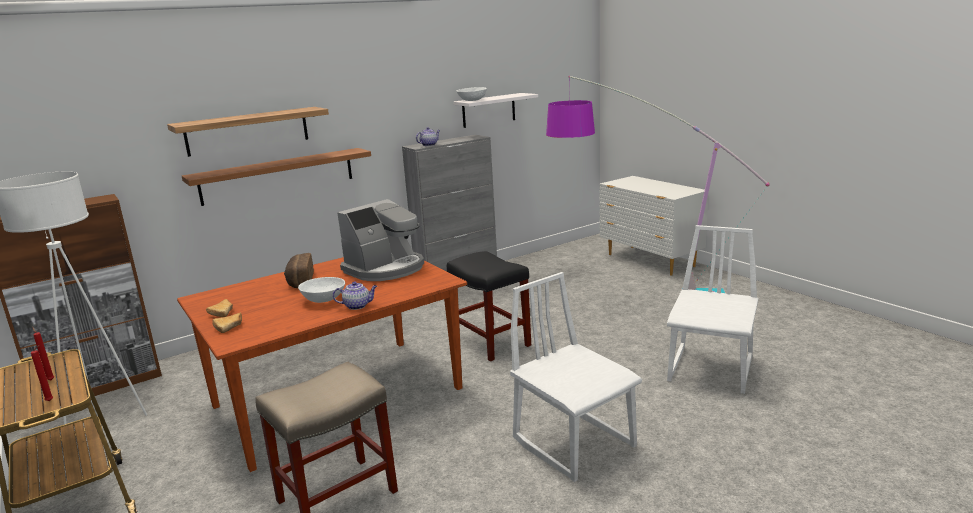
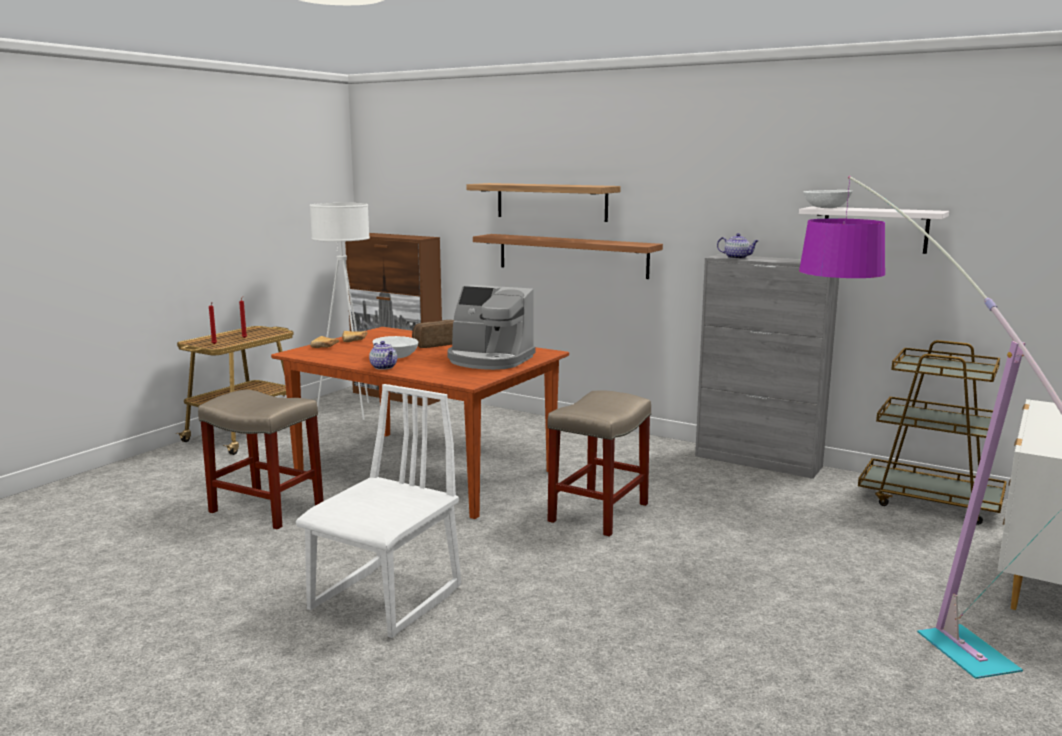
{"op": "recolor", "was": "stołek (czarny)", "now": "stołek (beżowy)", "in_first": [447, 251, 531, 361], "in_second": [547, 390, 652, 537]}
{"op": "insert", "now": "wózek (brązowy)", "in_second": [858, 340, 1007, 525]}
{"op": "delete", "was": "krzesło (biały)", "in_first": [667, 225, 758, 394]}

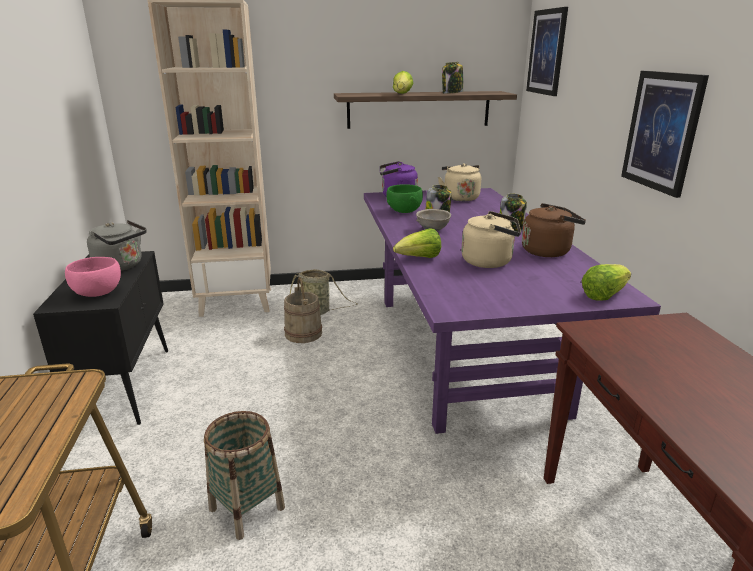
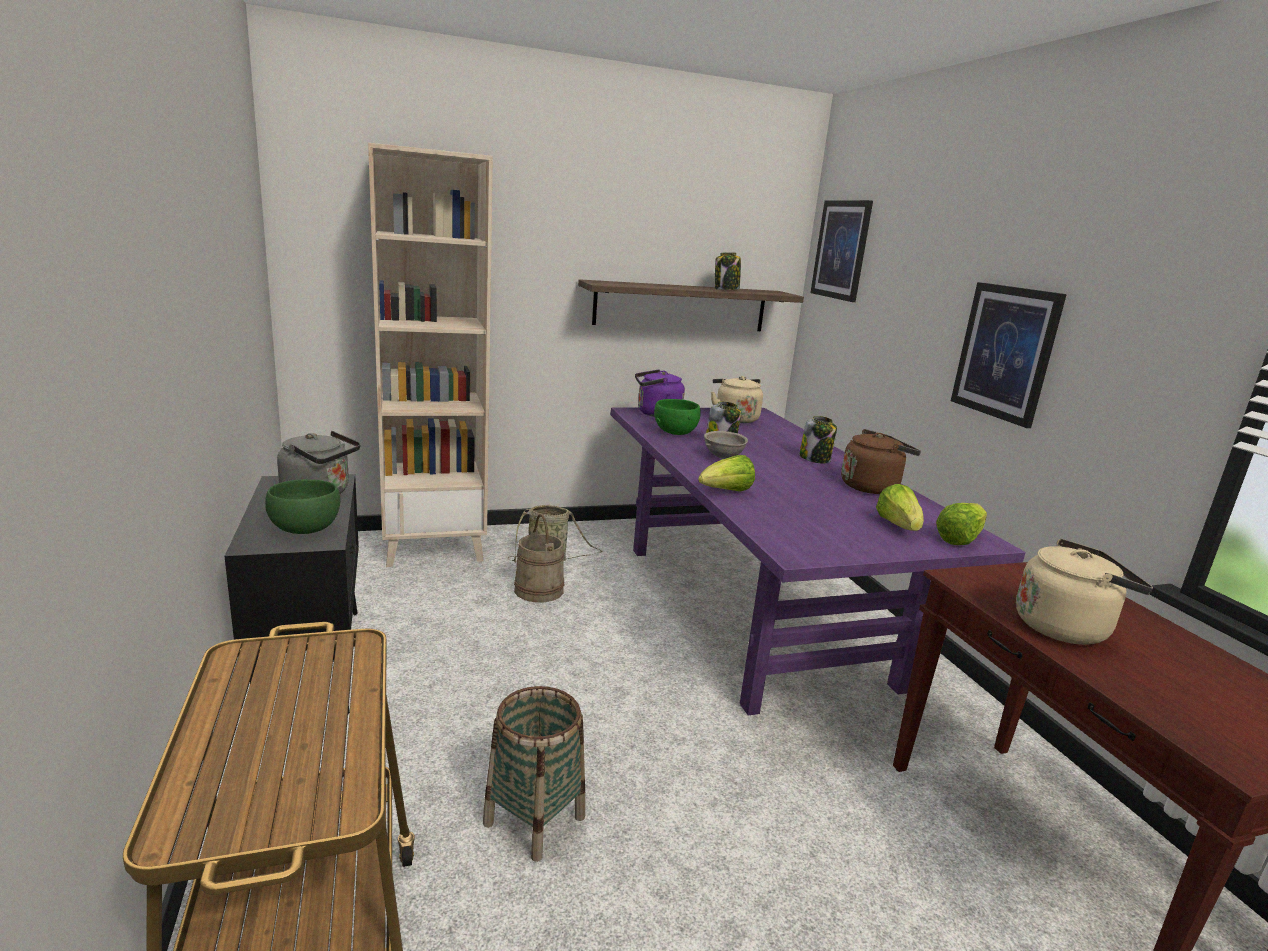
{"op": "recolor", "was": "miska (różowy)", "now": "miska (zielony)", "in_first": [65, 257, 121, 297], "in_second": [265, 479, 340, 534]}
{"op": "move", "was": "sałata", "in_first": [393, 71, 413, 94], "in_second": [876, 484, 924, 531]}
{"op": "move", "was": "czajnik (beżowy)", "in_first": [461, 211, 521, 268], "in_second": [1016, 539, 1153, 645]}

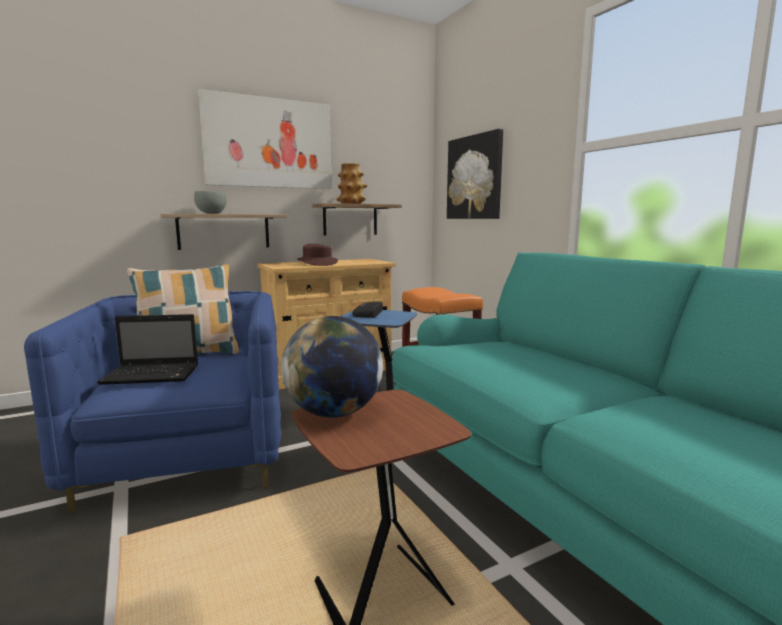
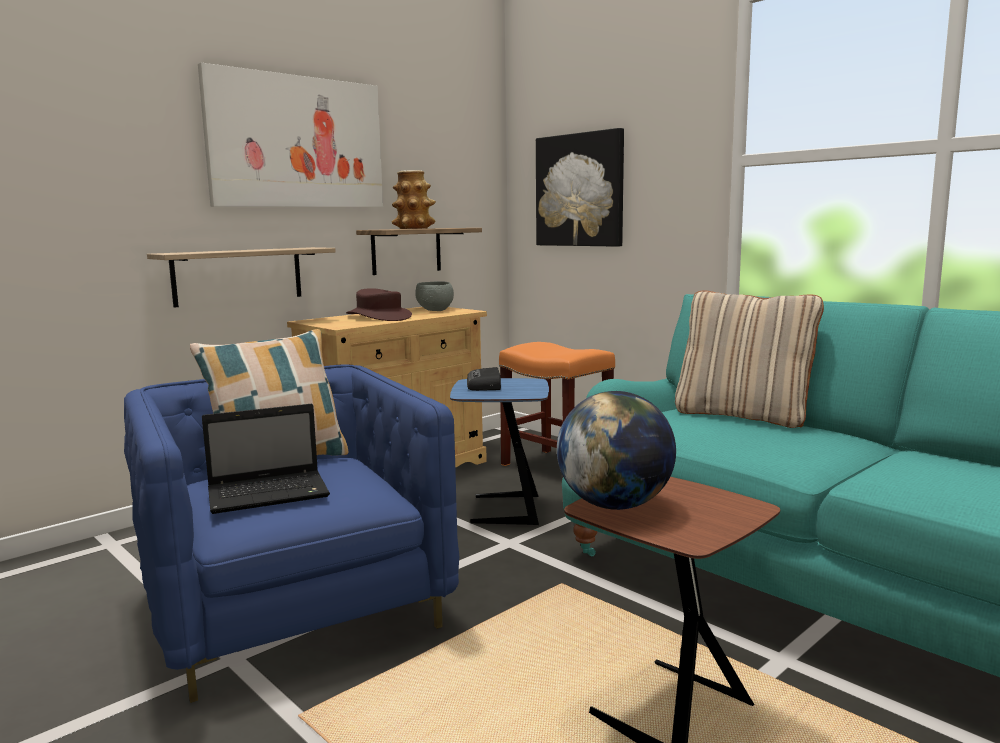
{"op": "move", "was": "miska (szary)", "in_first": [194, 191, 227, 214], "in_second": [415, 281, 454, 311]}
{"op": "insert", "now": "poduszka (beżowy)", "in_second": [675, 290, 824, 428]}

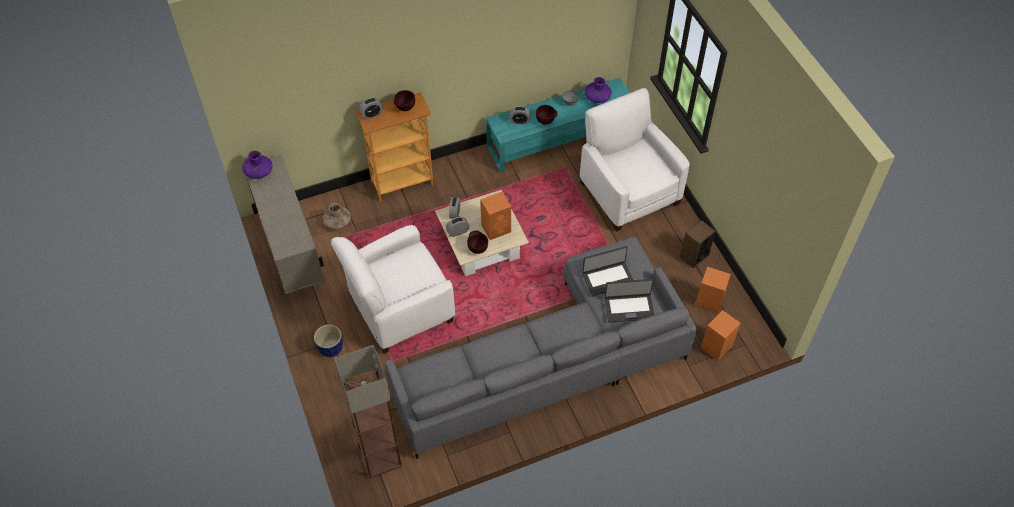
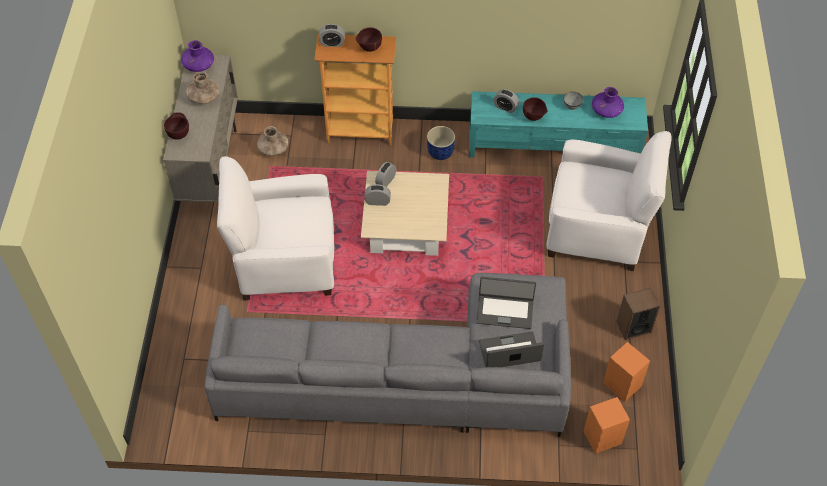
{"op": "move", "was": "miska (brązowy)", "in_first": [467, 230, 488, 254], "in_second": [164, 112, 189, 140]}
{"op": "insert", "now": "wazon (brązowy)", "in_second": [186, 72, 220, 104]}
{"op": "move", "was": "donica (niebieski)", "in_first": [314, 325, 343, 357], "in_second": [427, 126, 455, 160]}
{"op": "rotate", "was": "laptop", "in_first": [604, 279, 654, 323], "in_second": [479, 332, 544, 367], "clockwise": 150}
{"op": "rotate", "was": "fotel (biały)", "in_first": [580, 88, 690, 232], "in_second": [546, 131, 672, 271], "clockwise": 105}
{"op": "delete", "was": "lampa stojąca", "in_first": [334, 345, 403, 479]}
{"op": "delete", "was": "głośnik (pomarańczowy)", "in_first": [480, 192, 511, 240]}

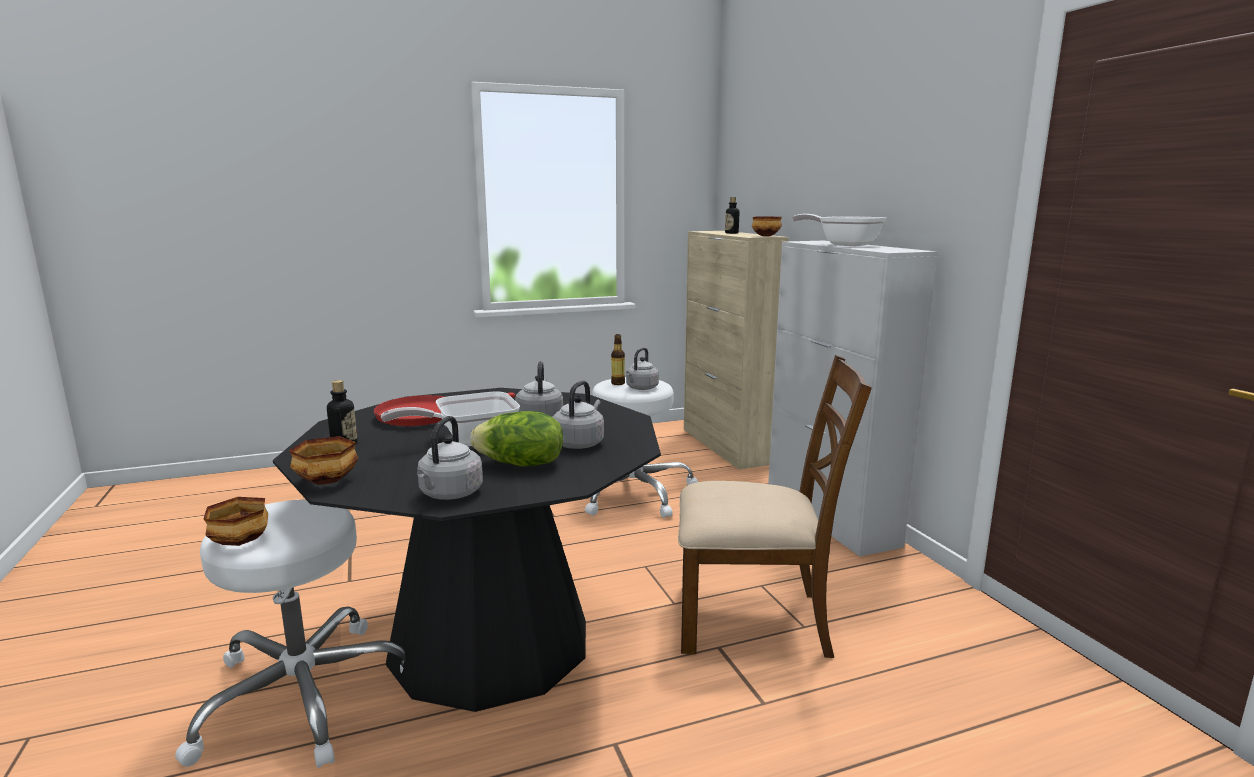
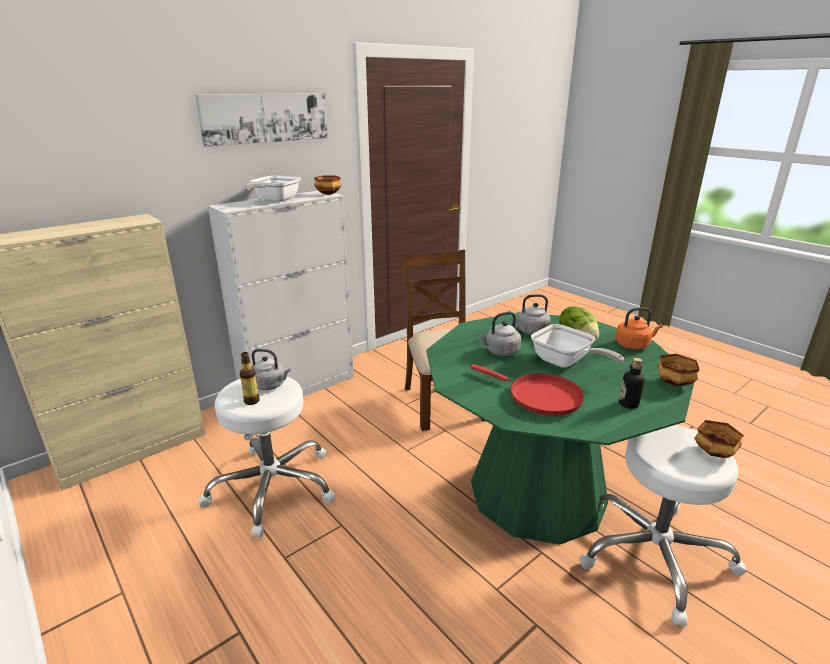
{"op": "insert", "now": "obraz", "in_second": [195, 93, 328, 147]}
{"op": "move", "was": "miska", "in_first": [752, 217, 782, 236], "in_second": [314, 176, 341, 195]}
{"op": "recolor", "was": "stół jadalny (czarny)", "now": "stół jadalny (zielony)", "in_first": [273, 388, 661, 712], "in_second": [426, 312, 694, 544]}
{"op": "recolor", "was": "czajnik (szary)", "now": "czajnik (pomarańczowy)", "in_first": [417, 416, 483, 500], "in_second": [615, 308, 663, 349]}
{"op": "delete", "was": "butelka", "in_first": [725, 197, 739, 234]}

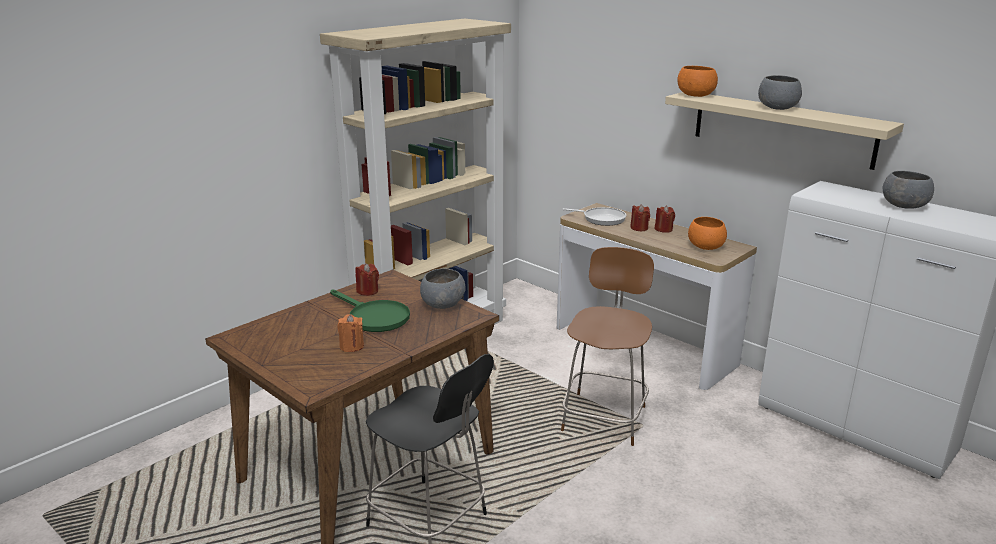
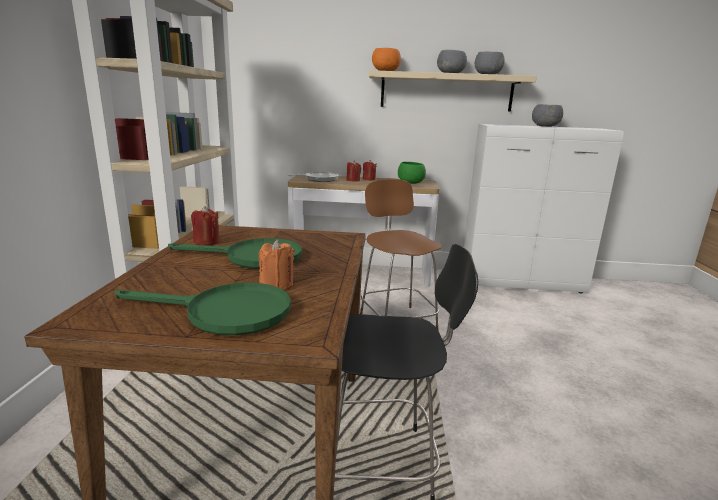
{"op": "insert", "now": "patelnia (zielony)", "in_second": [115, 283, 291, 335]}
{"op": "recolor", "was": "miska (pomarańczowy)", "now": "miska (zielony)", "in_first": [688, 217, 727, 250], "in_second": [398, 162, 426, 184]}
{"op": "move", "was": "miska (szary)", "in_first": [420, 268, 466, 309], "in_second": [475, 52, 505, 74]}

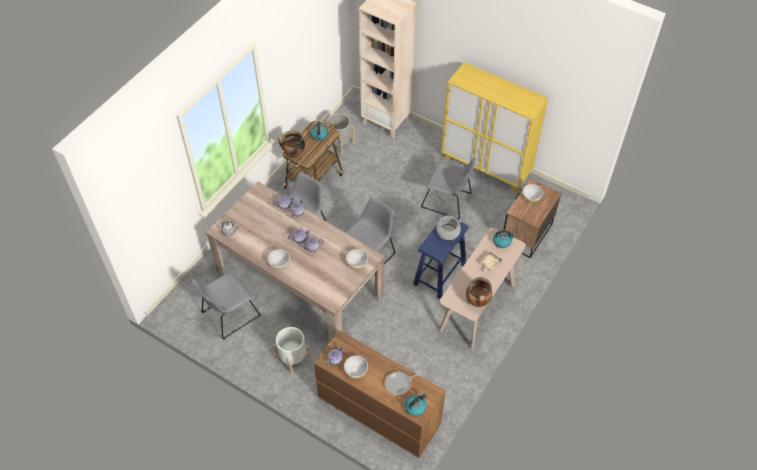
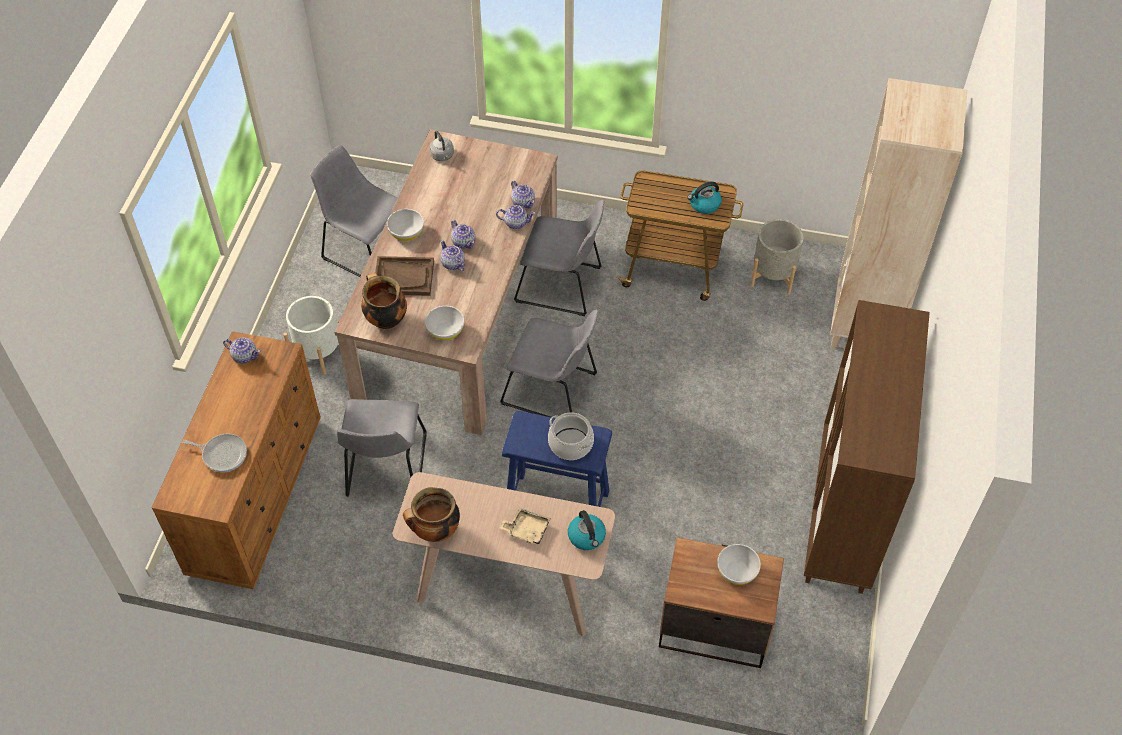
{"op": "rotate", "was": "patelnia", "in_first": [385, 371, 422, 395], "in_second": [182, 434, 247, 472], "clockwise": 150}
{"op": "move", "was": "krzesło (szary)", "in_first": [421, 157, 476, 220], "in_second": [337, 399, 427, 497]}
{"op": "move", "was": "garnek", "in_first": [278, 130, 305, 157], "in_second": [361, 273, 407, 329]}
{"op": "insert", "now": "taca (brązowy)", "in_second": [375, 256, 434, 296]}
{"op": "recolor", "was": "szafka (żółty)", "now": "szafka (brązowy)", "in_first": [441, 62, 548, 194], "in_second": [804, 300, 930, 594]}
{"op": "delete", "was": "miska (biały)", "in_first": [344, 356, 368, 378]}
{"op": "delete", "was": "czajnik", "in_first": [405, 394, 427, 417]}

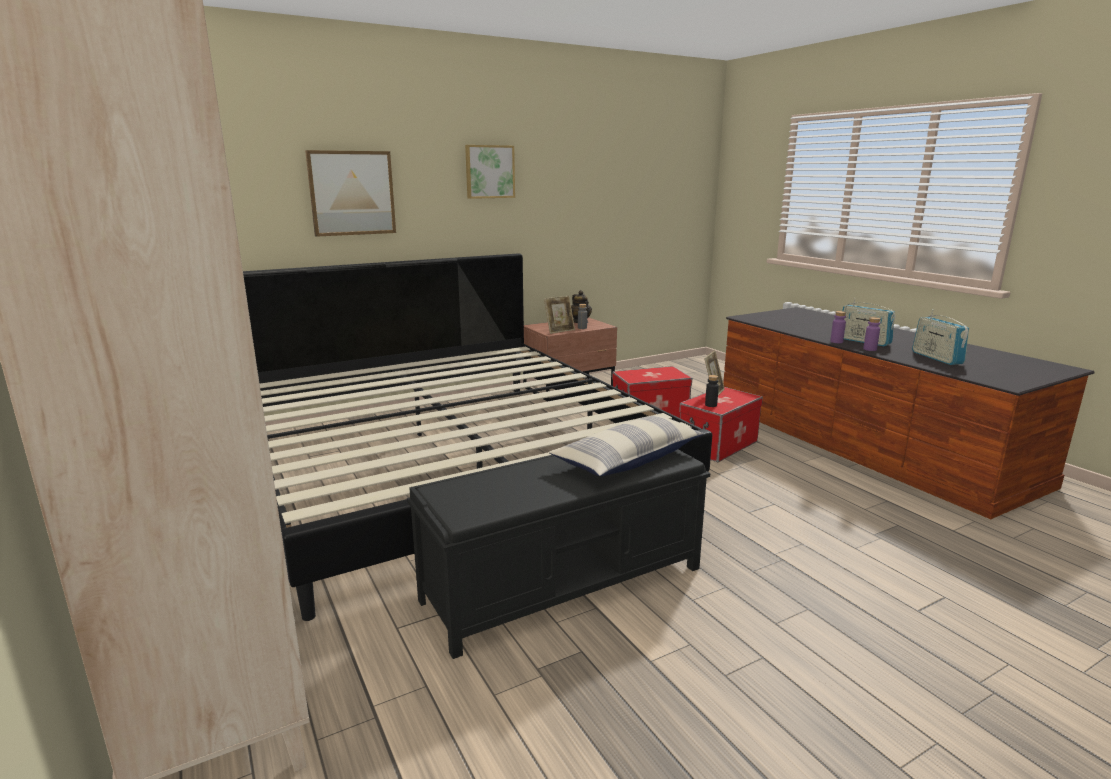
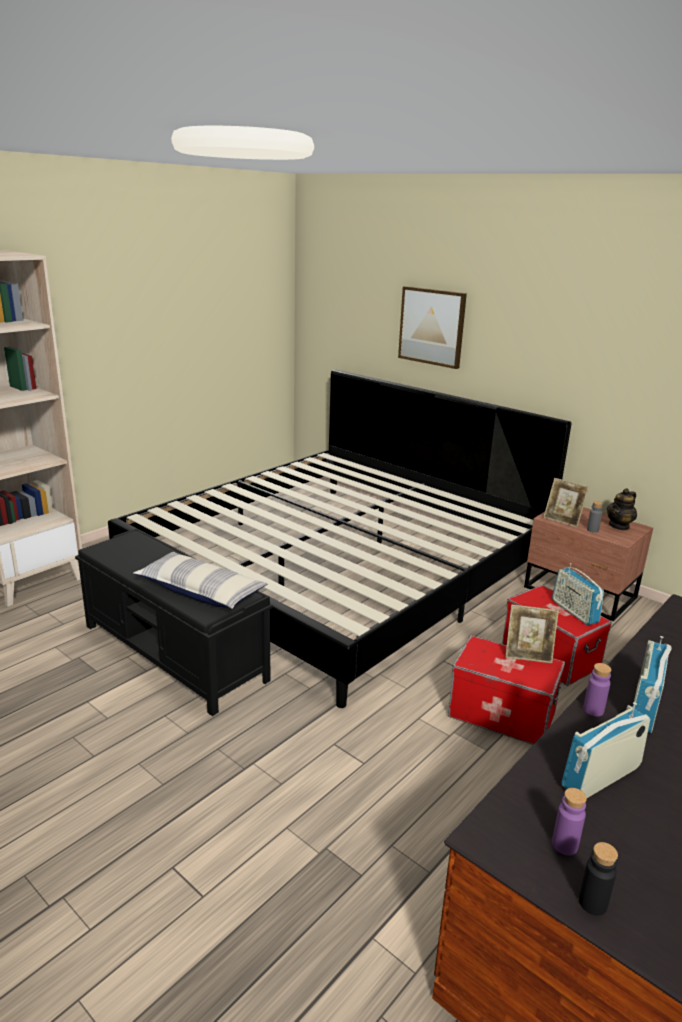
{"op": "insert", "now": "radio", "in_second": [552, 563, 604, 625]}
{"op": "move", "was": "butelka (fioletowy)", "in_first": [830, 311, 846, 343], "in_second": [552, 788, 587, 855]}
{"op": "move", "was": "butelka (czarny)", "in_first": [705, 375, 719, 407], "in_second": [579, 842, 618, 916]}
{"op": "delete", "was": "obraz", "in_first": [465, 145, 515, 199]}

